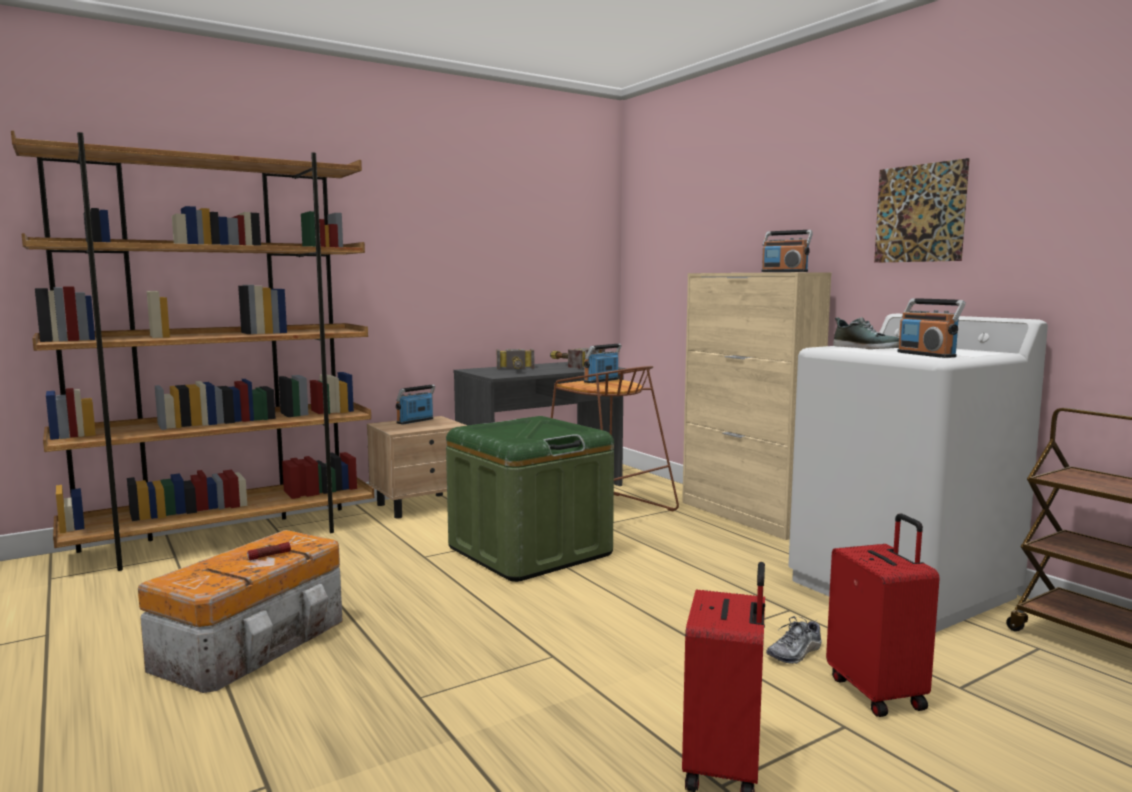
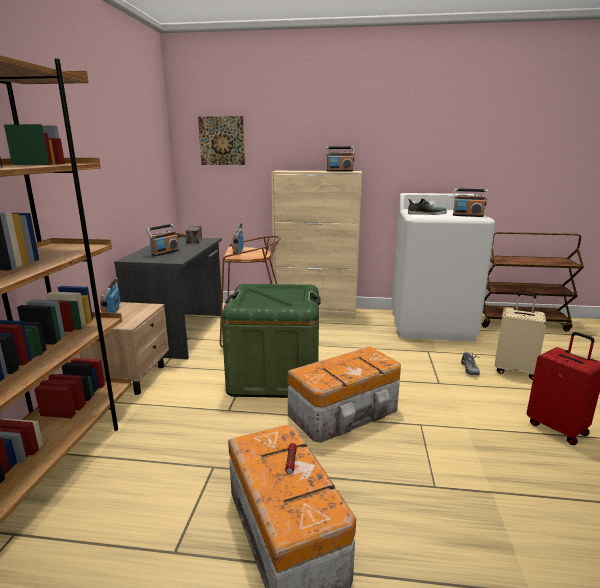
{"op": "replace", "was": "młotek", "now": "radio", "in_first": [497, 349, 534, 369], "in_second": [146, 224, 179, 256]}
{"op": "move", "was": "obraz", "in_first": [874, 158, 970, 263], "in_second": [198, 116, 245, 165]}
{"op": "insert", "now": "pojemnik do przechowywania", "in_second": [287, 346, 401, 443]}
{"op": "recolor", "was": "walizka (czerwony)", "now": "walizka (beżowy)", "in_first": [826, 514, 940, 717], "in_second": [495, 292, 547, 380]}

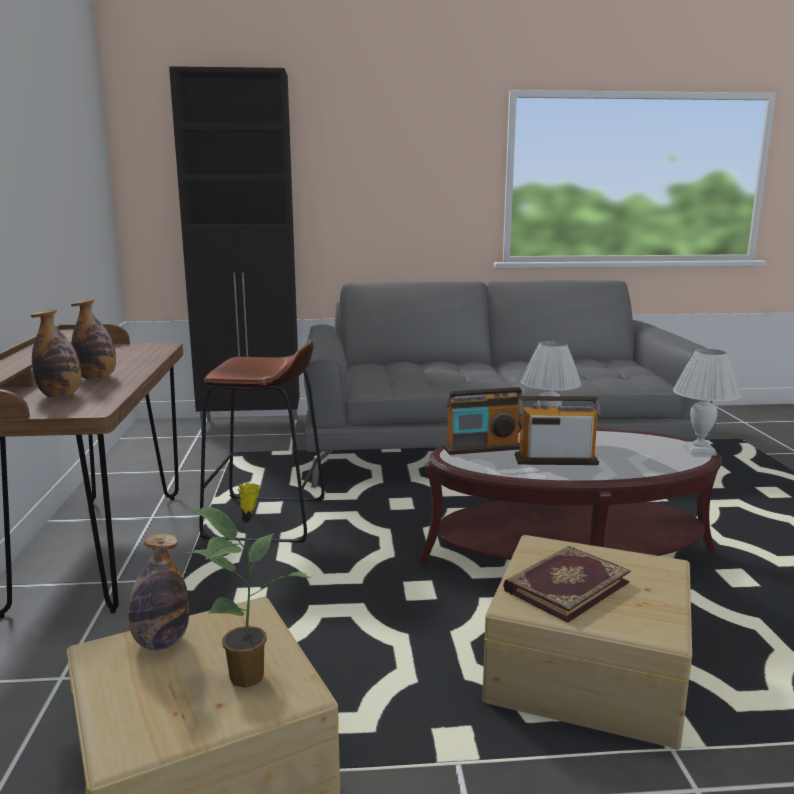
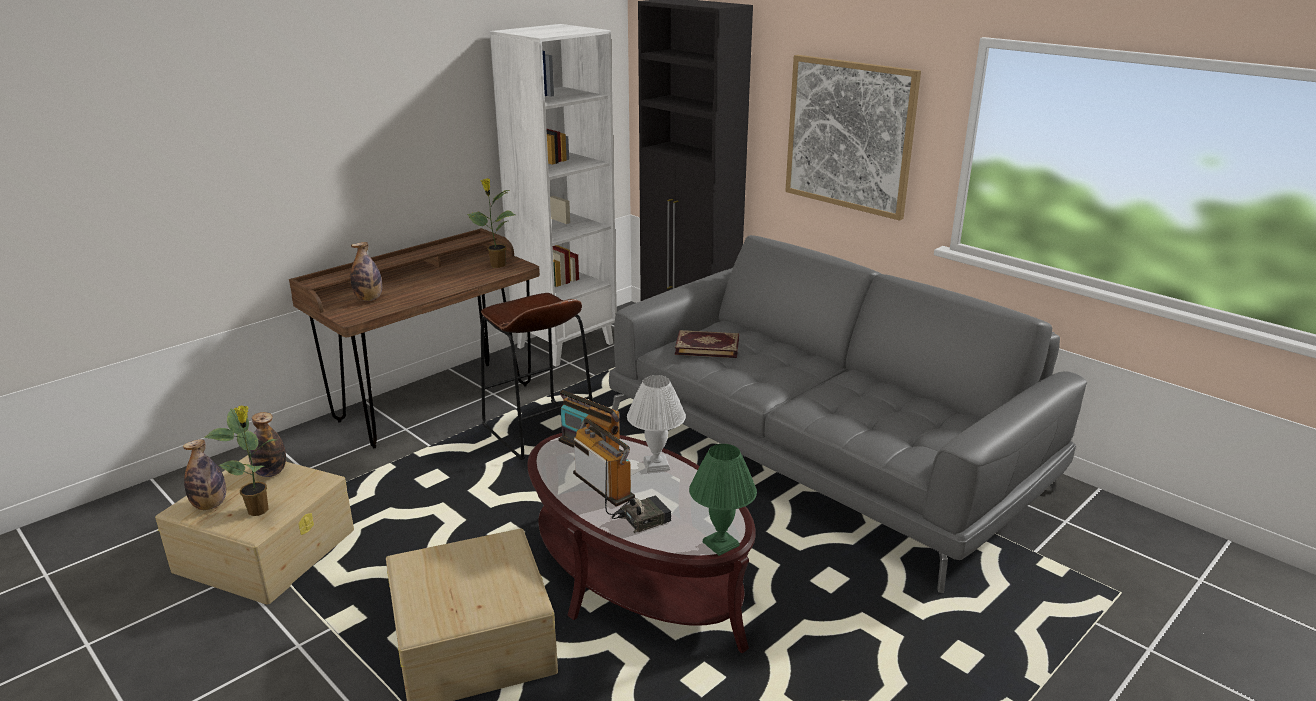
{"op": "move", "was": "butelka", "in_first": [71, 299, 116, 380], "in_second": [183, 439, 226, 510]}
{"op": "insert", "now": "roślina doniczkowa", "in_second": [467, 178, 515, 268]}
{"op": "insert", "now": "regał (biały)", "in_second": [490, 24, 617, 367]}
{"op": "insert", "now": "radio", "in_second": [605, 459, 671, 533]}
{"op": "move", "was": "książka", "in_first": [503, 546, 631, 623], "in_second": [675, 330, 739, 358]}
{"op": "recolor", "was": "lampa stołowa (biały)", "now": "lampa stołowa (zielony)", "in_first": [673, 349, 741, 456], "in_second": [689, 444, 757, 556]}
{"op": "insert", "now": "obraz", "in_second": [785, 55, 921, 221]}

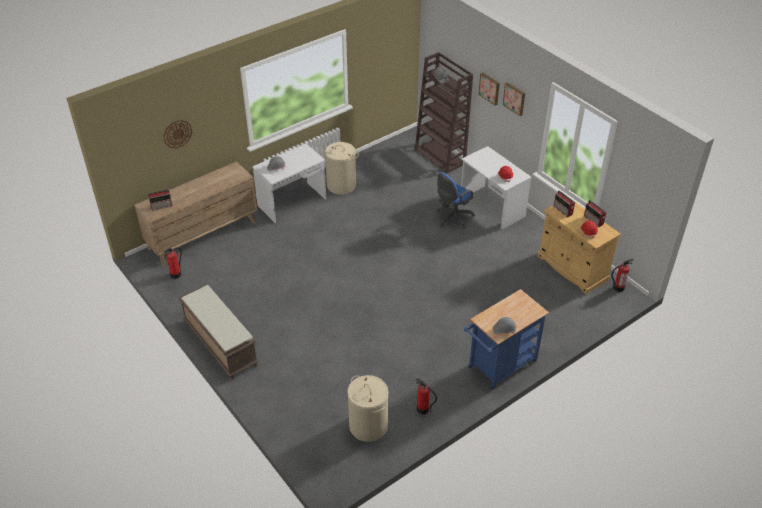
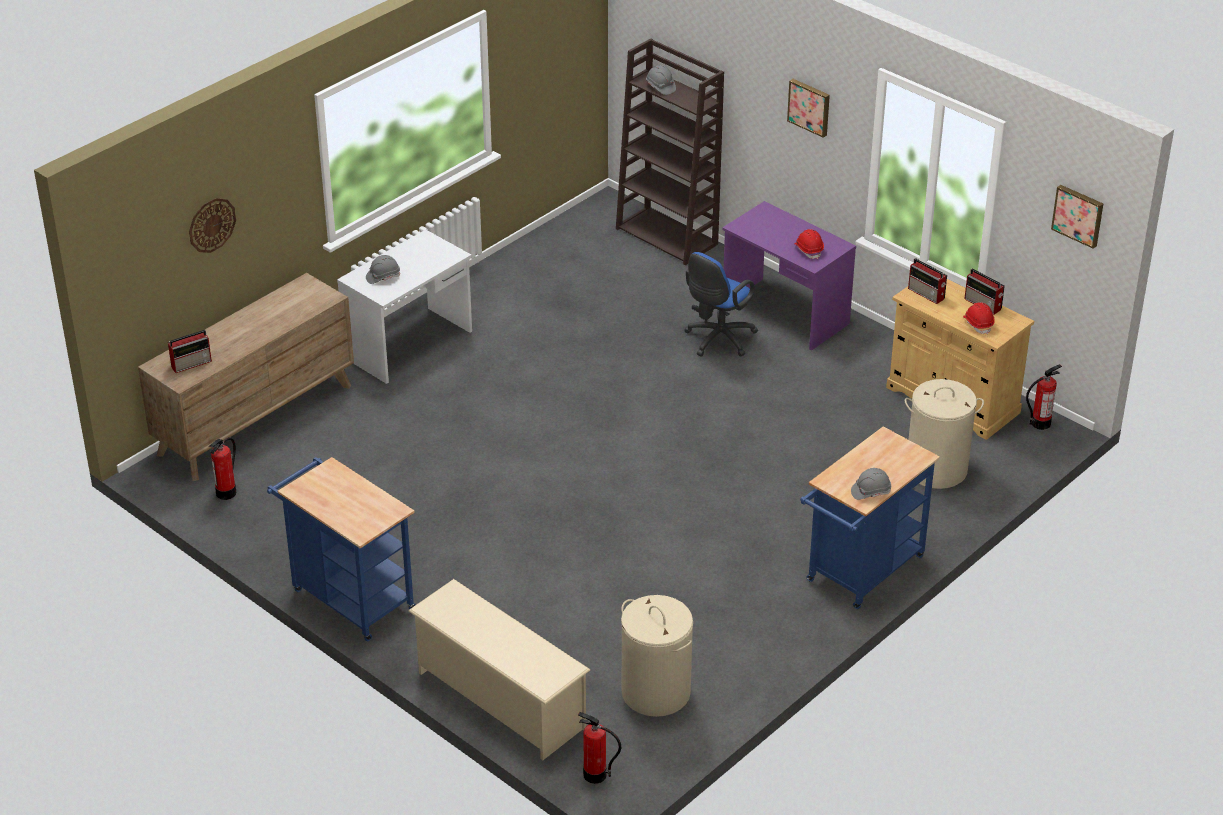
{"op": "replace", "was": "ławka (brązowy)", "now": "wózek (niebieski)", "in_first": [178, 285, 259, 380], "in_second": [267, 457, 416, 641]}
{"op": "insert", "now": "regał na buty (beżowy)", "in_second": [408, 579, 590, 760]}
{"op": "move", "was": "gaśnica", "in_first": [416, 378, 437, 414], "in_second": [578, 712, 621, 784]}
{"op": "recolor", "was": "biurko (biały)", "now": "biurko (fioletowy)", "in_first": [461, 146, 532, 230], "in_second": [722, 201, 856, 350]}
{"op": "move", "was": "kosz na pranie (beżowy)", "in_first": [322, 142, 359, 195], "in_second": [905, 379, 984, 489]}
{"op": "move", "was": "obraz", "in_first": [478, 72, 500, 105], "in_second": [1051, 185, 1103, 249]}

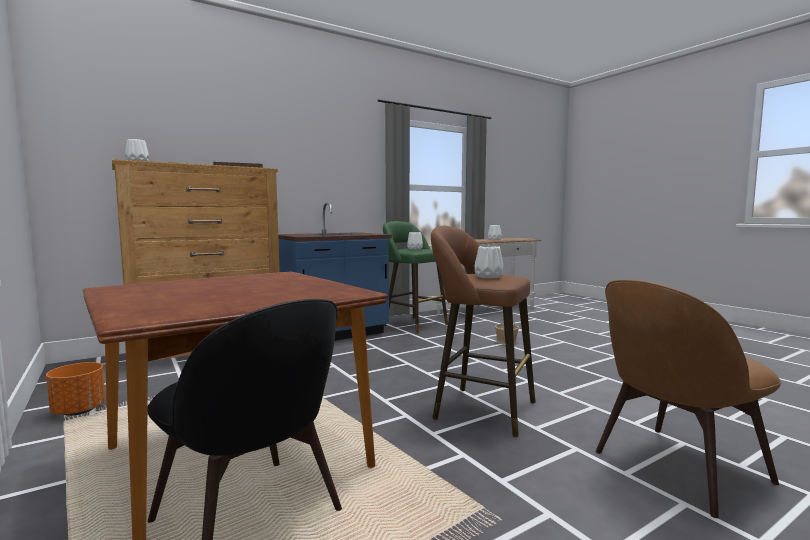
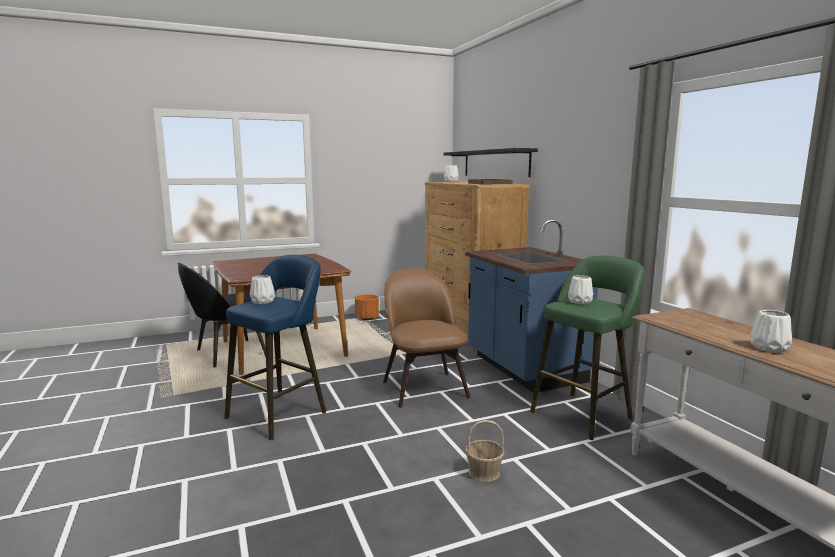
{"op": "recolor", "was": "stołek (brązowy)", "now": "stołek (niebieski)", "in_first": [431, 226, 536, 437], "in_second": [224, 255, 326, 440]}
{"op": "move", "was": "krzesło (brązowy)", "in_first": [596, 279, 782, 518], "in_second": [383, 268, 470, 408]}
{"op": "insert", "now": "półka (czarny)", "in_second": [443, 148, 538, 177]}

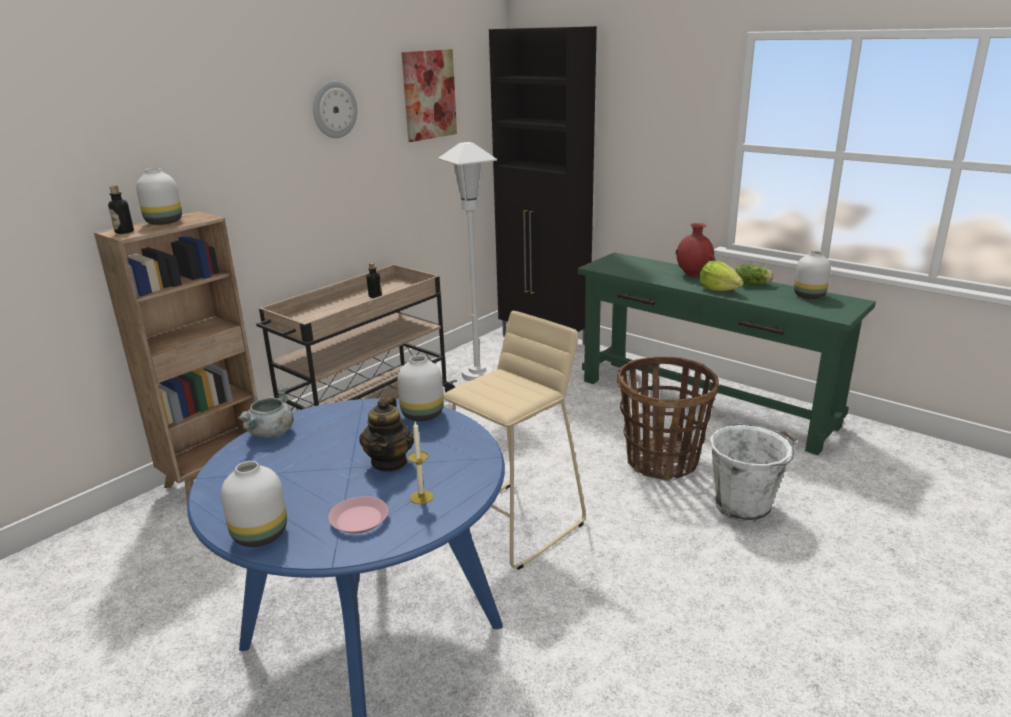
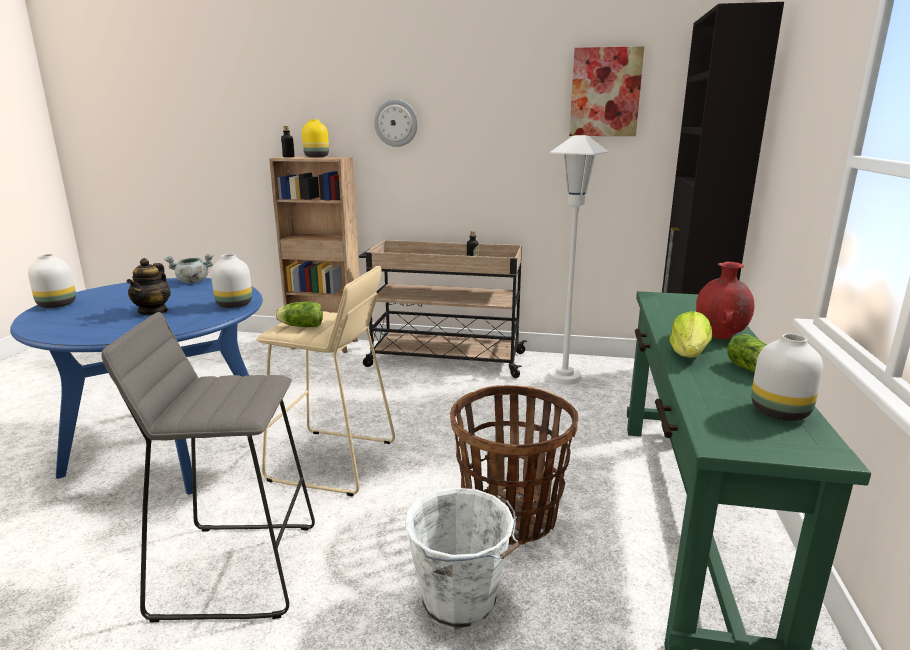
{"op": "insert", "now": "stołek (szary)", "in_second": [101, 312, 315, 622]}
{"op": "rotate", "was": "imbryk", "in_first": [359, 396, 414, 472], "in_second": [127, 258, 171, 316], "clockwise": -60}
{"op": "insert", "now": "sałata", "in_second": [275, 302, 323, 327]}
{"op": "recolor", "was": "wazon (biały)", "now": "wazon (żółty)", "in_first": [136, 168, 182, 225], "in_second": [302, 119, 329, 157]}
{"op": "move", "was": "zegar ścienny", "in_first": [313, 81, 357, 138], "in_second": [374, 99, 418, 147]}
{"op": "delete", "was": "talerz (różowy)", "in_first": [328, 496, 388, 534]}
{"op": "delete", "was": "świeca", "in_first": [408, 422, 433, 504]}

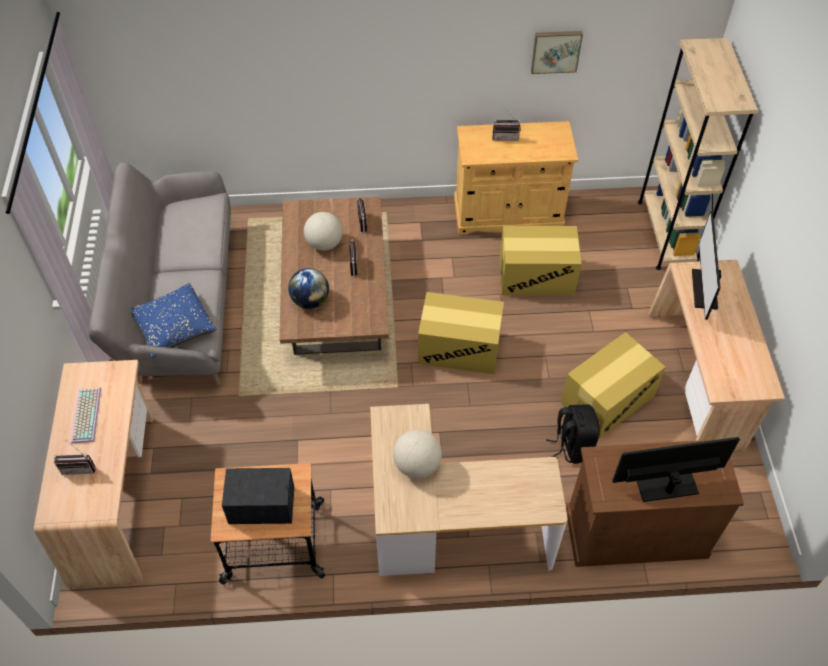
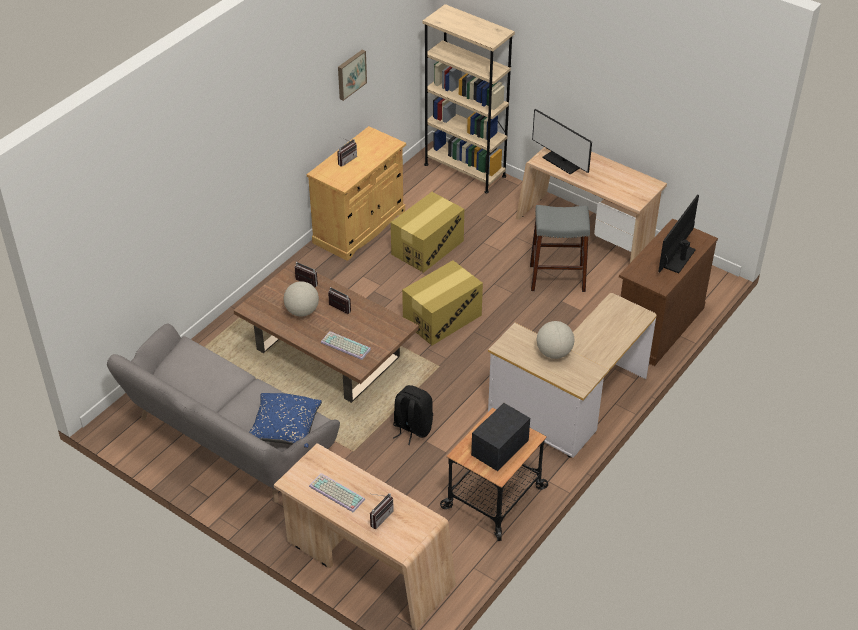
{"op": "replace", "was": "globus", "now": "klawiatura", "in_first": [288, 268, 329, 309], "in_second": [321, 331, 371, 360]}
{"op": "move", "was": "plecak (czarny)", "in_first": [546, 404, 600, 464], "in_second": [393, 385, 433, 445]}
{"op": "replace", "was": "karton", "now": "stołek (szary)", "in_first": [561, 332, 666, 439], "in_second": [530, 205, 590, 292]}

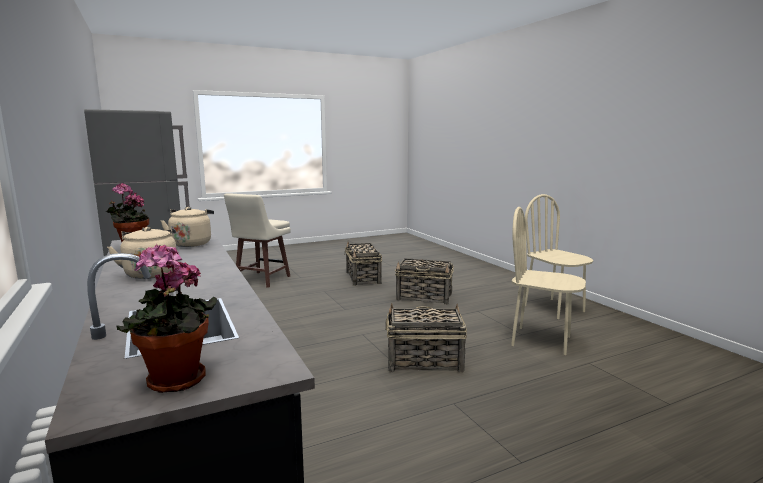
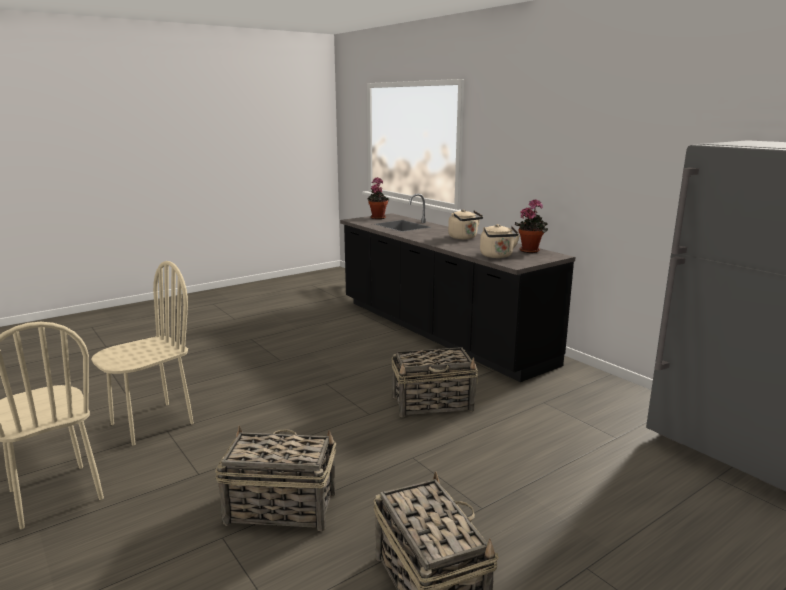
{"op": "rotate", "was": "krzesło (beżowy)", "in_first": [511, 207, 586, 355], "in_second": [91, 261, 194, 446], "clockwise": -60}
{"op": "move", "was": "koszyk", "in_first": [386, 303, 467, 373], "in_second": [392, 347, 478, 417]}
{"op": "delete", "was": "stołek (beżowy)", "in_first": [224, 193, 291, 288]}

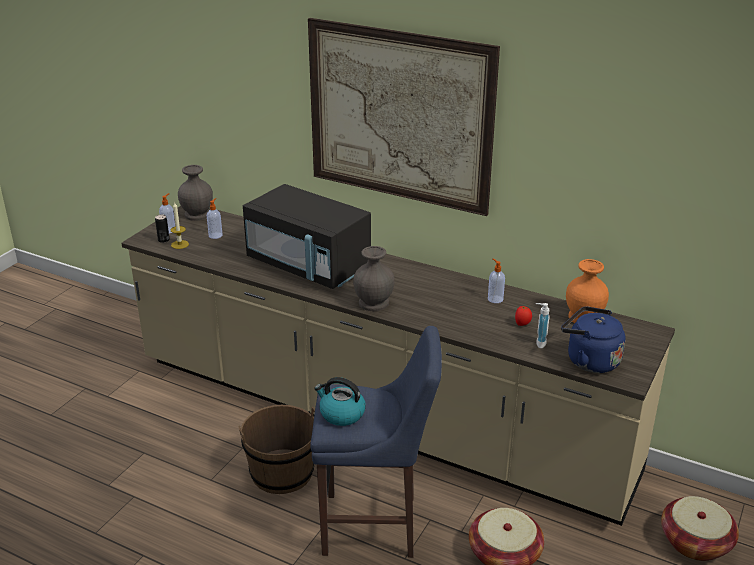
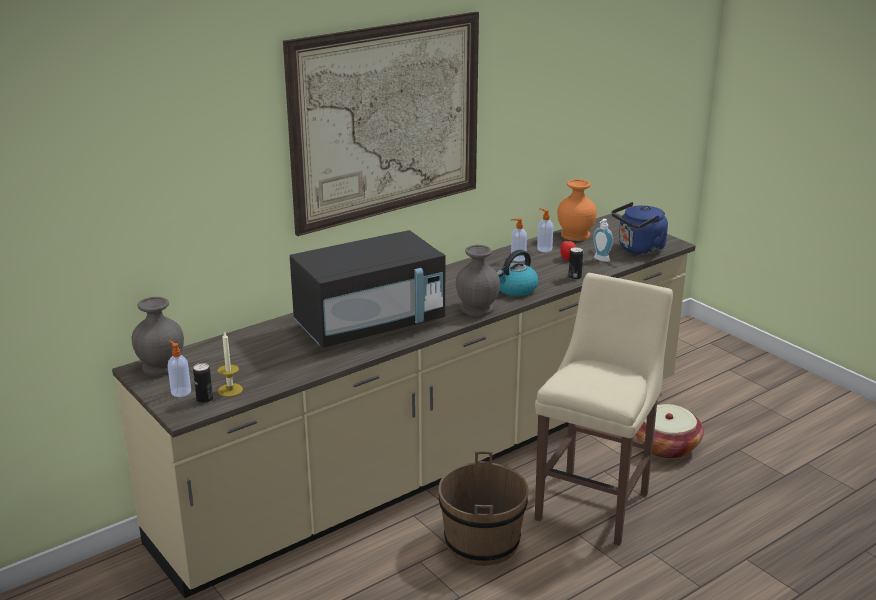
{"op": "move", "was": "czajnik", "in_first": [314, 377, 366, 426], "in_second": [497, 250, 539, 296]}
{"op": "recolor", "was": "stołek (niebieski)", "now": "stołek (beżowy)", "in_first": [310, 326, 442, 558], "in_second": [535, 273, 673, 546]}
{"op": "move", "was": "dozownik mydła", "in_first": [207, 198, 223, 239], "in_second": [537, 208, 553, 252]}
{"op": "insert", "now": "puszka", "in_second": [568, 247, 583, 280]}
{"op": "delete", "was": "koszyk", "in_first": [661, 496, 739, 561]}

